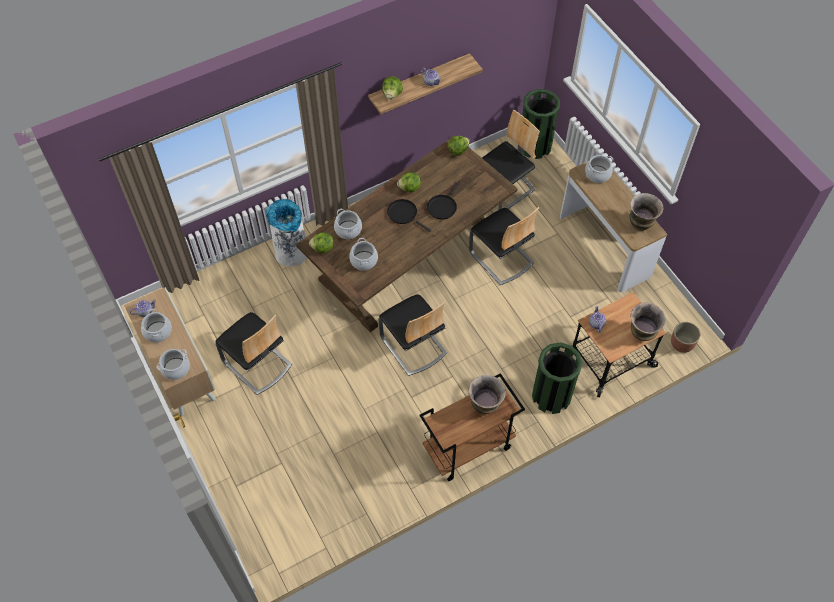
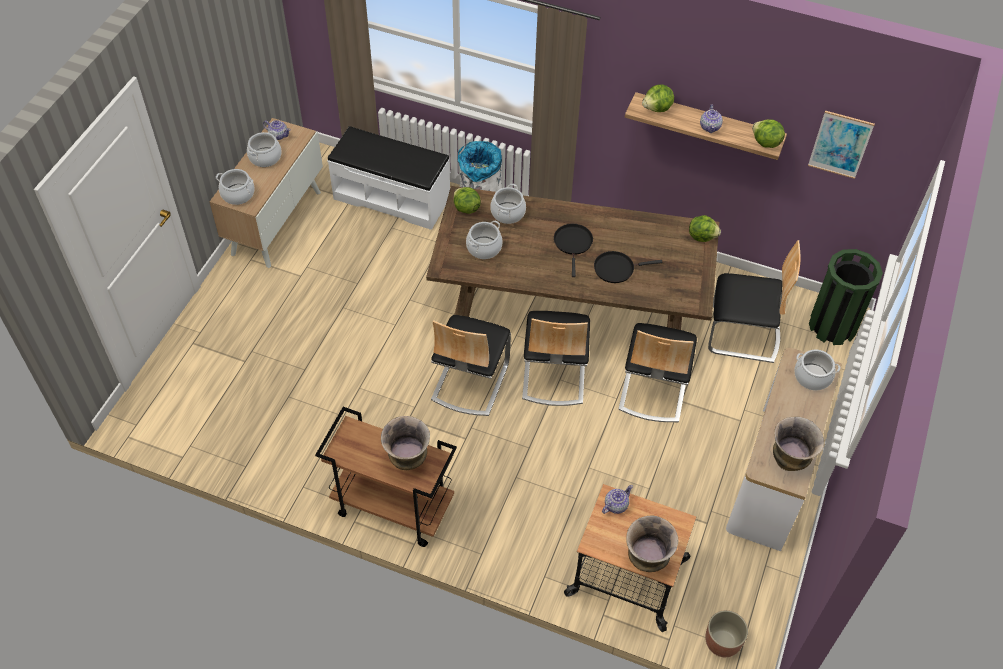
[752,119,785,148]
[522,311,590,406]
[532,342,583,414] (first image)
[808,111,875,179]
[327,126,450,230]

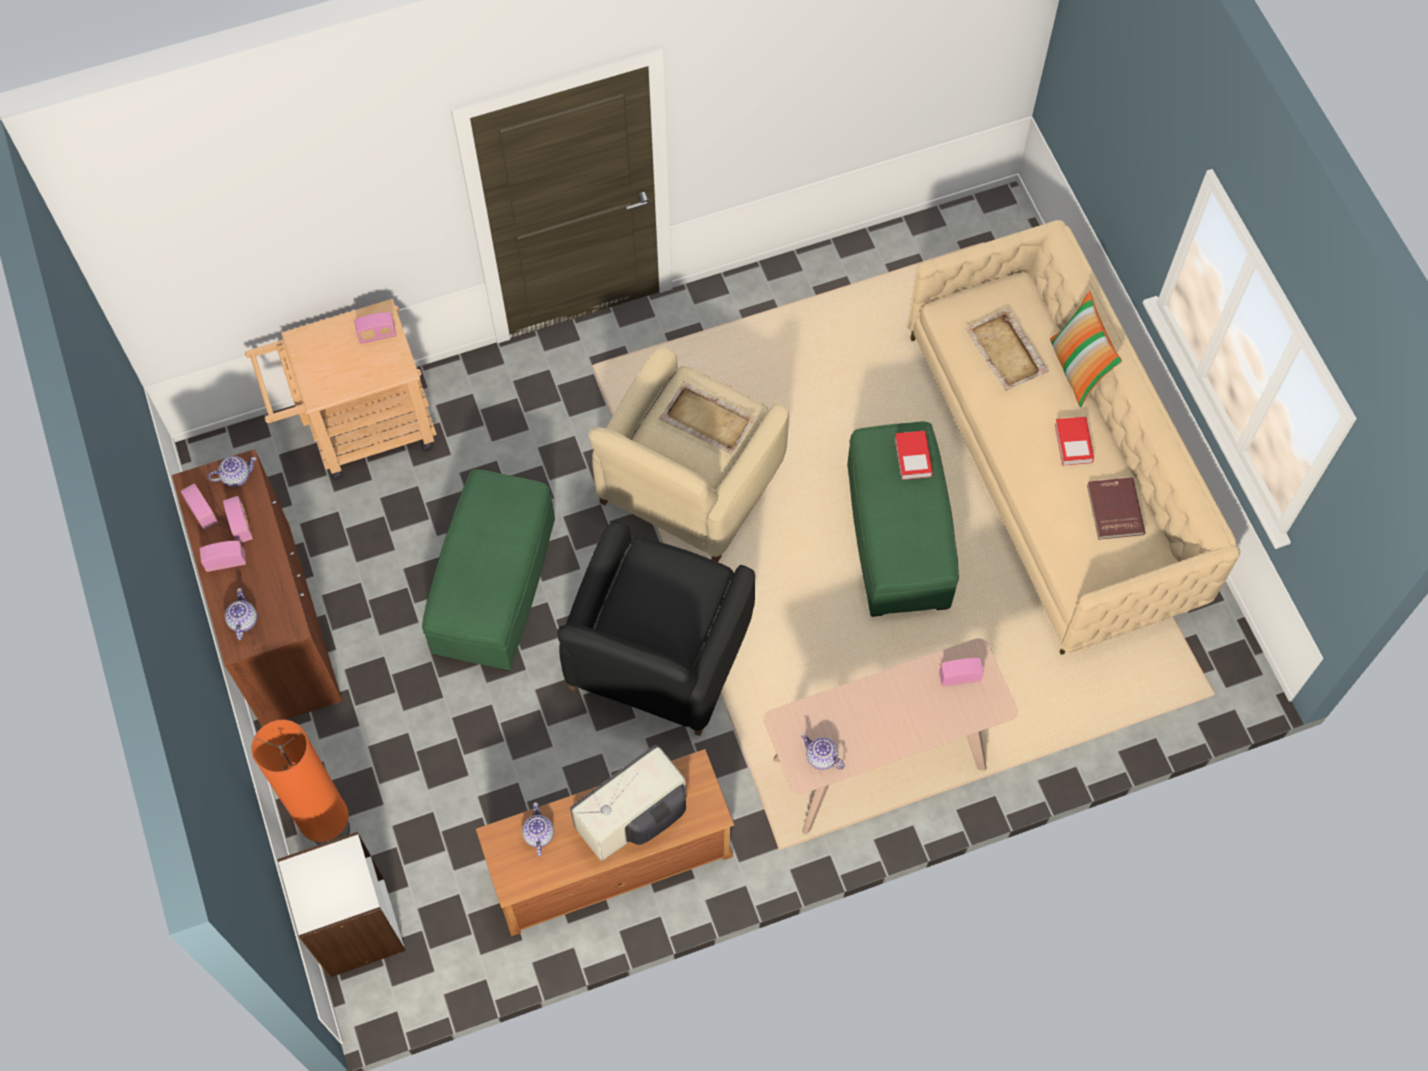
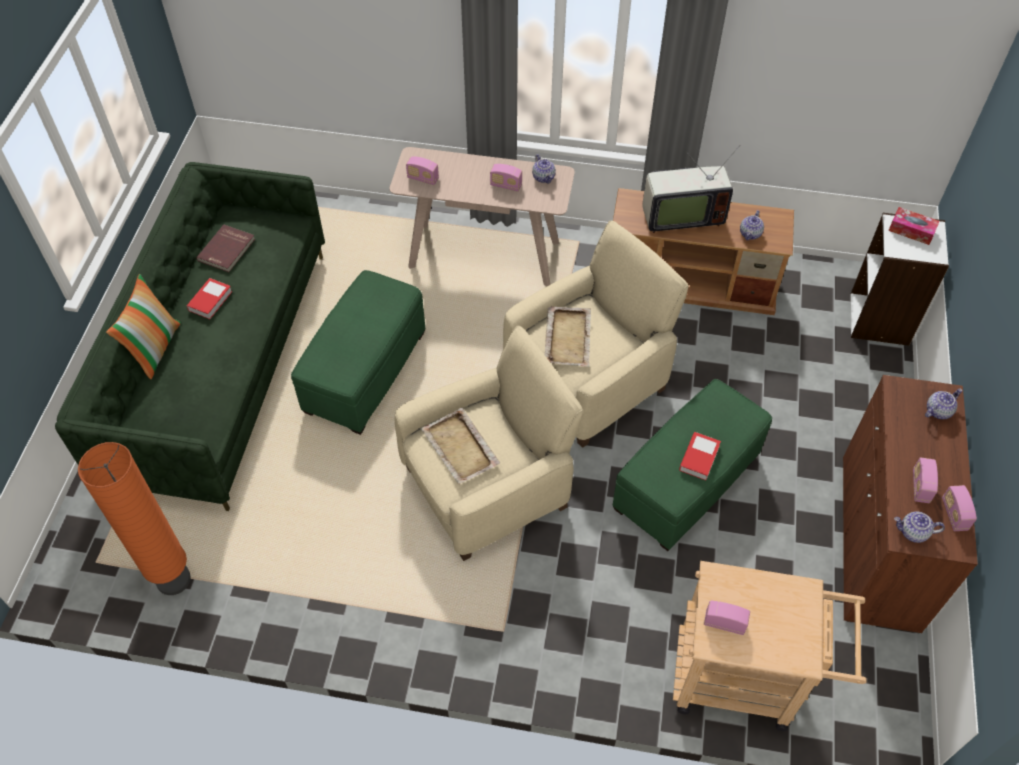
[55,162,325,511]
[545,306,591,367]
[679,432,721,480]
[503,221,689,448]
[490,164,522,192]
[925,388,962,419]
[78,442,191,595]
[888,207,939,245]

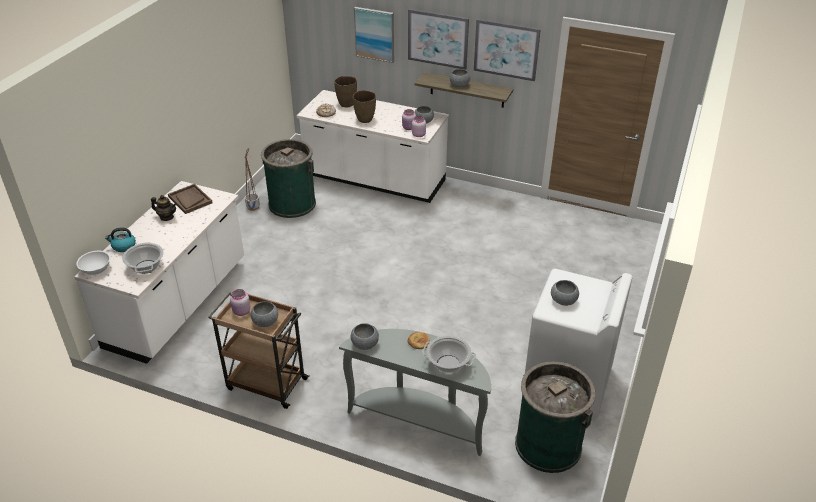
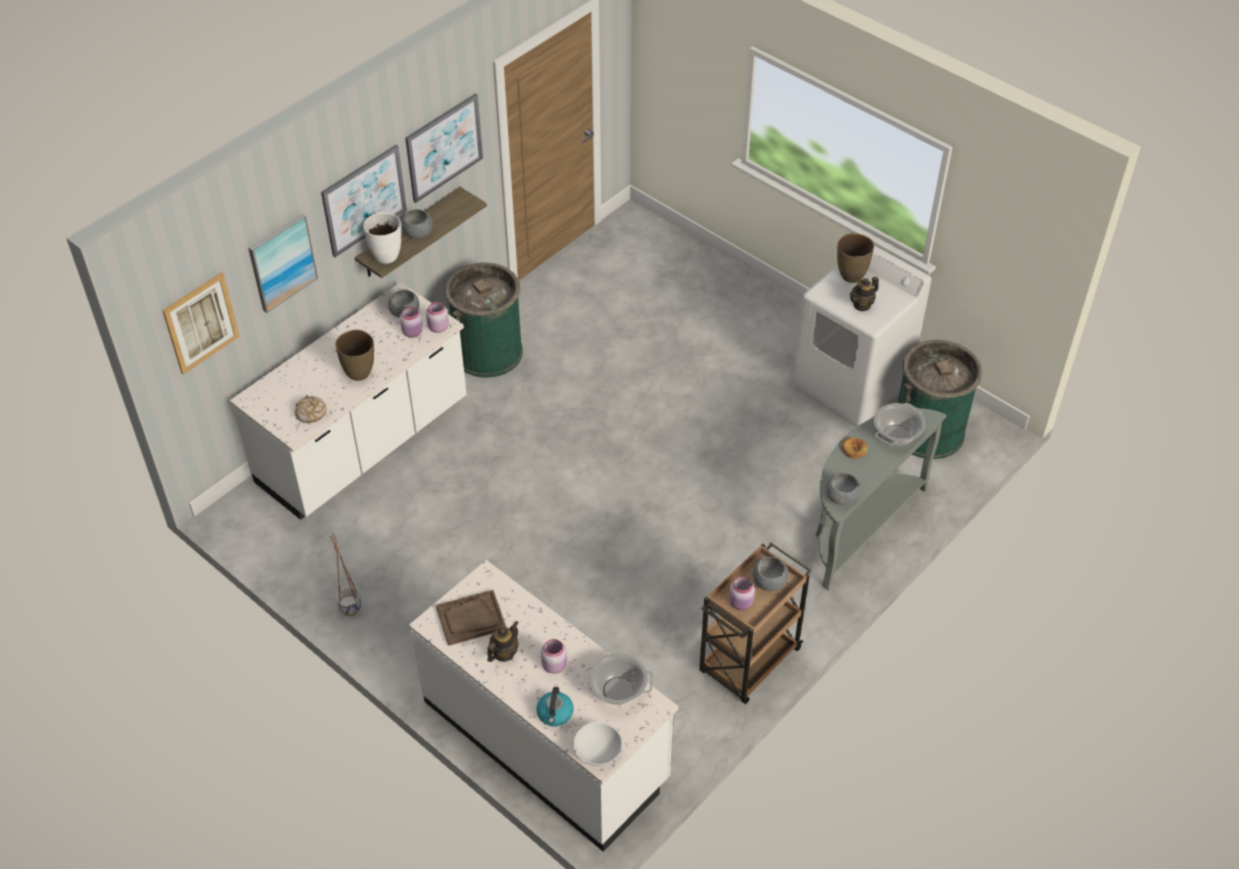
[837,233,874,283]
[445,262,523,378]
[850,277,879,312]
[363,212,401,264]
[162,272,240,374]
[541,639,567,674]

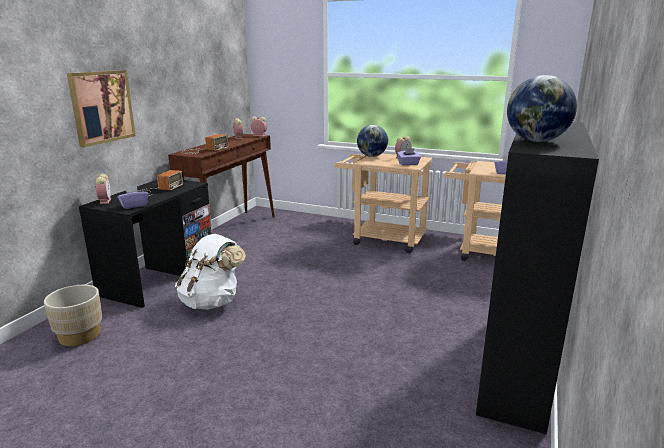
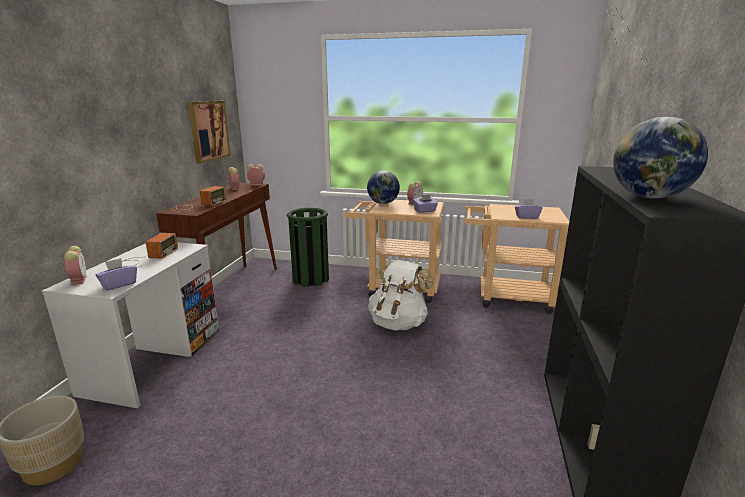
[188,101,231,164]
[42,242,219,408]
[368,260,434,330]
[287,208,329,287]

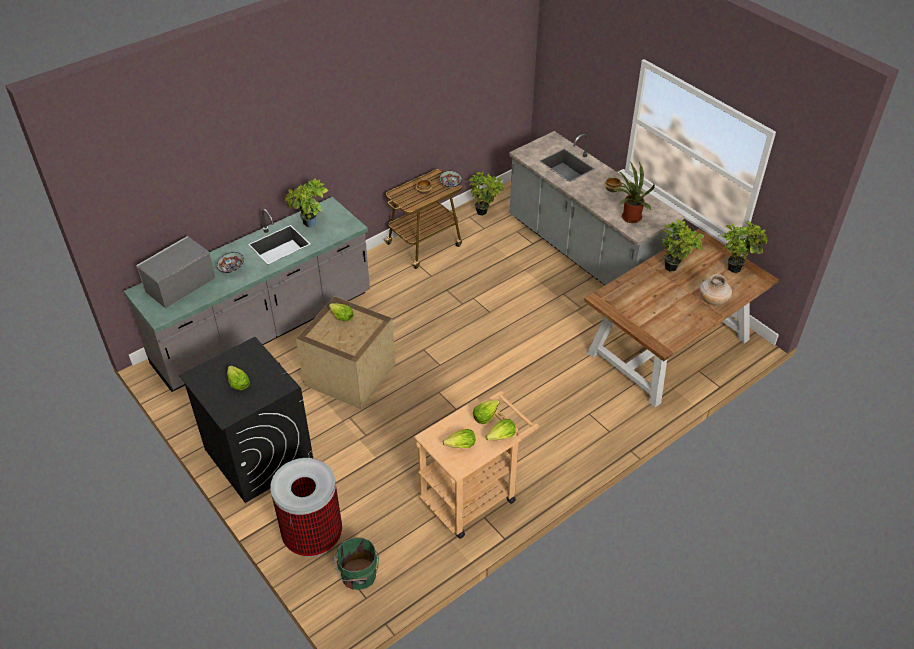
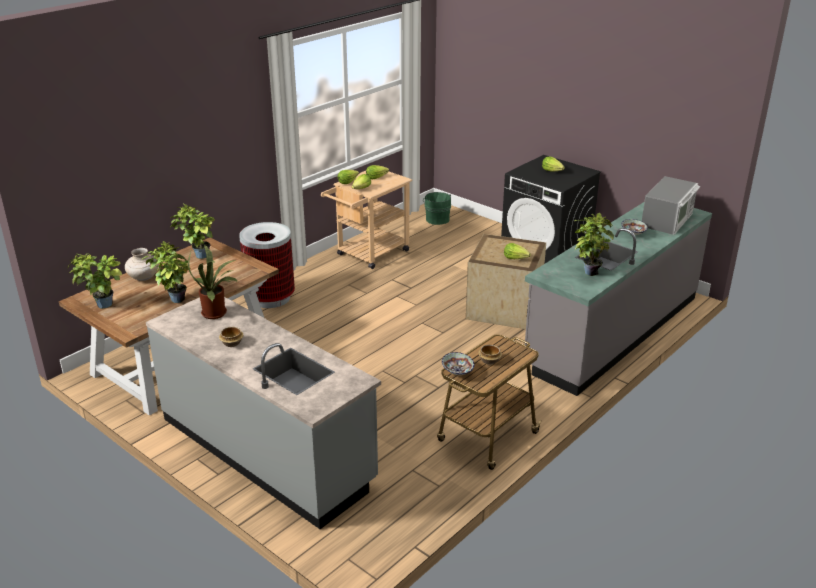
[170,204,215,259]
[239,222,295,308]

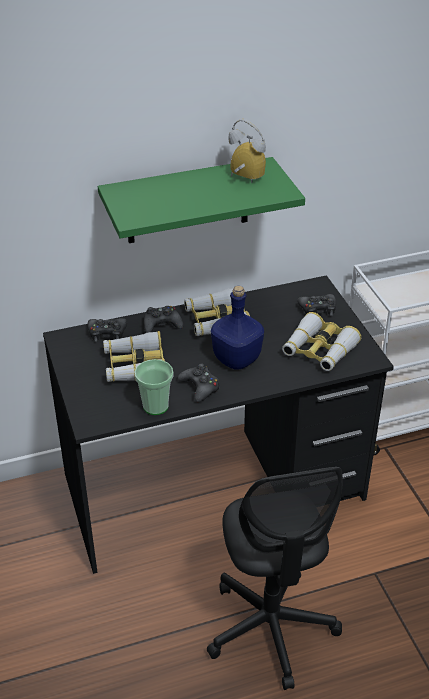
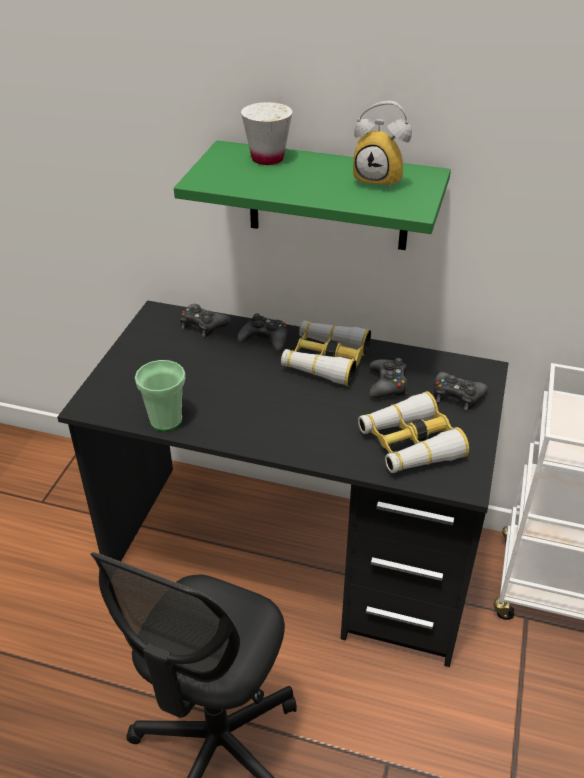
[353,101,412,190]
[211,286,264,370] (first image)
[103,331,165,382] (first image)
[369,358,407,398]
[241,102,292,165]

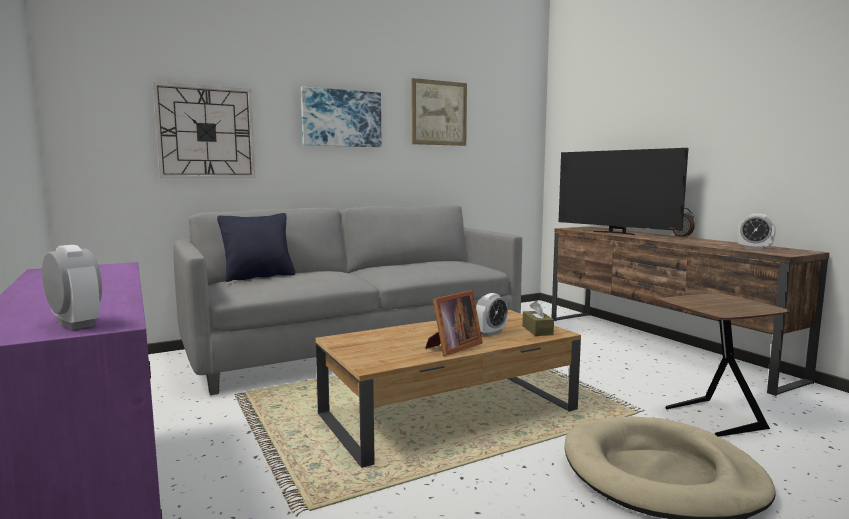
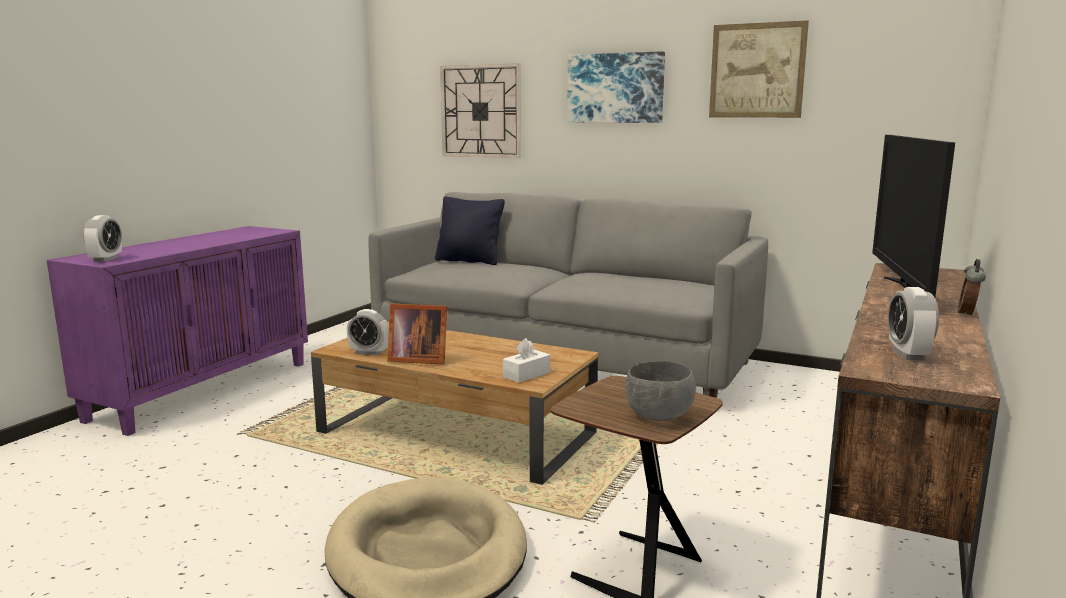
[347,309,389,356]
[503,338,550,383]
[625,361,696,421]

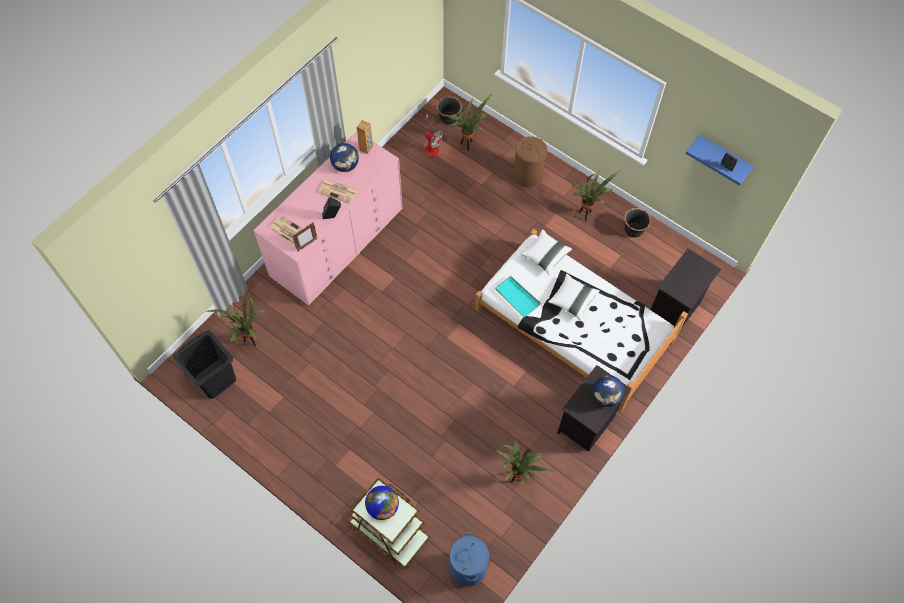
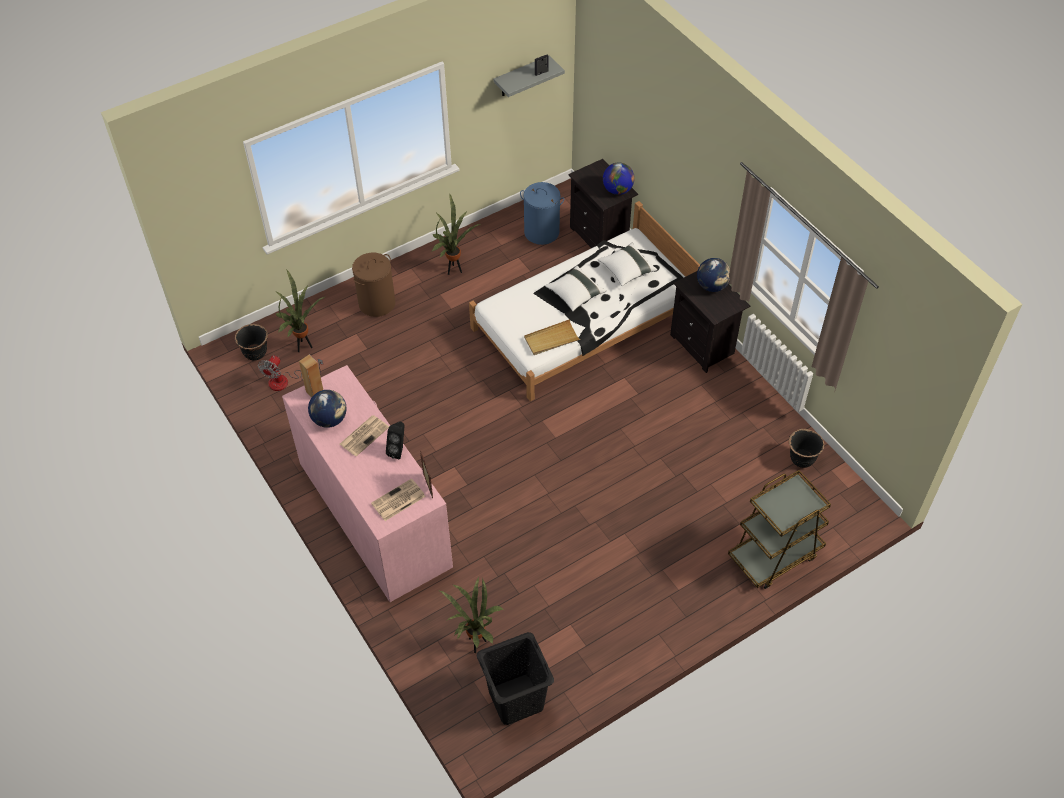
[258,355,323,391]
[493,56,565,97]
[788,429,825,468]
[598,243,657,286]
[524,319,581,355]
[495,441,553,484] (first image)
[603,162,635,195]
[520,182,564,245]

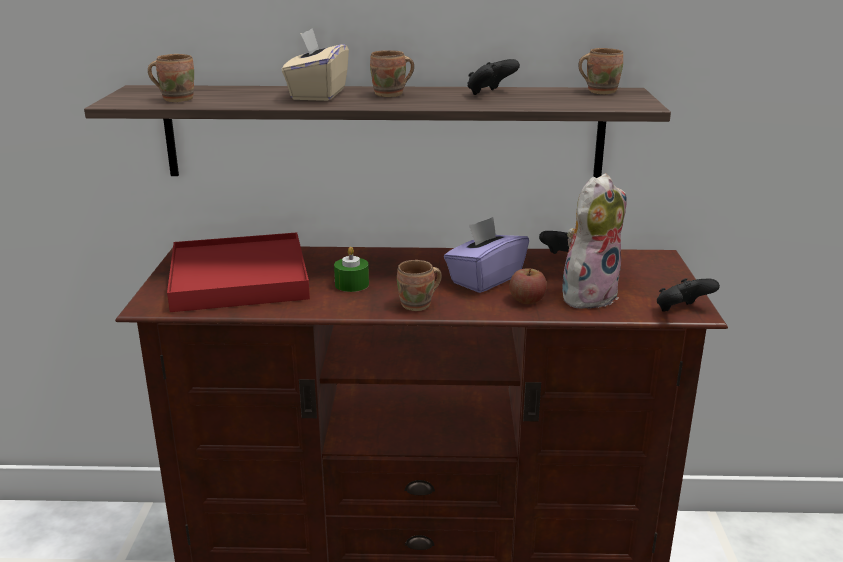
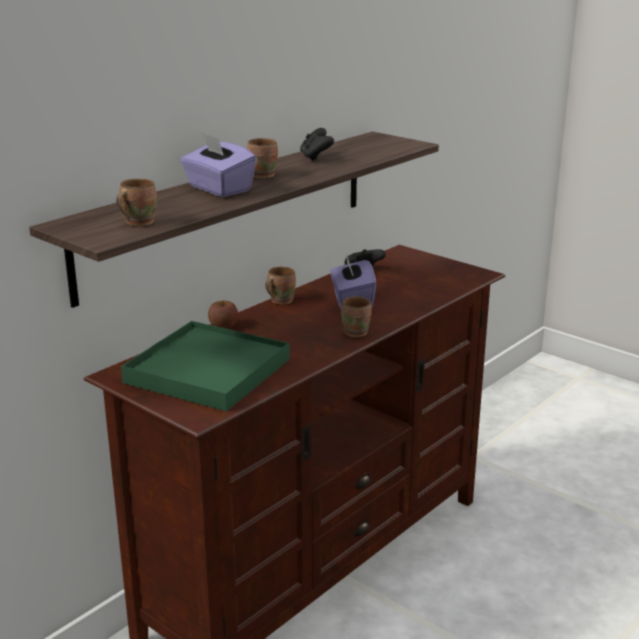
[180,133,256,197]
[265,267,296,305]
[562,173,627,309] (first image)
[121,321,290,411]
[334,247,369,292] (first image)
[208,301,238,329]
[657,278,720,312] (first image)

